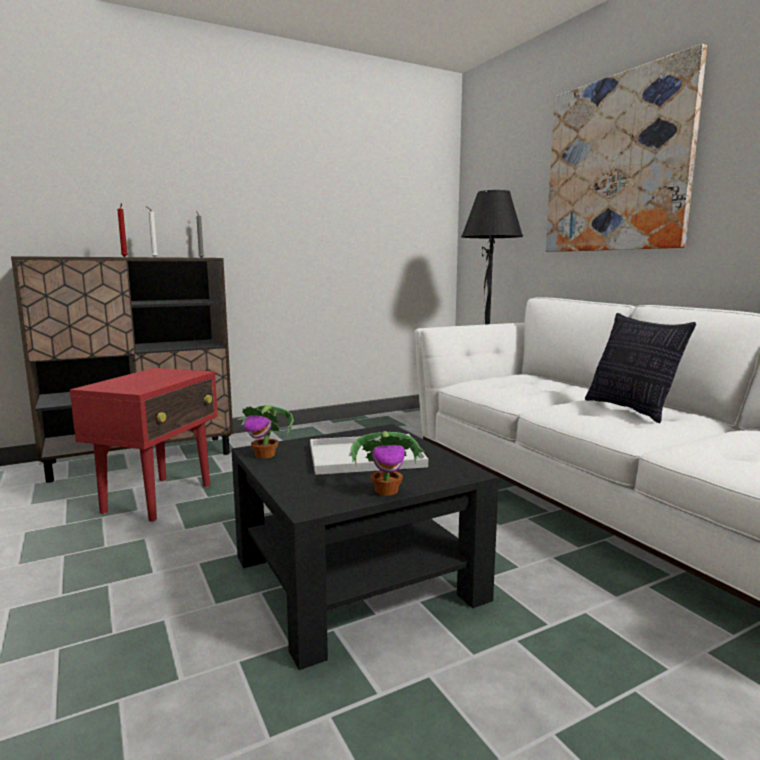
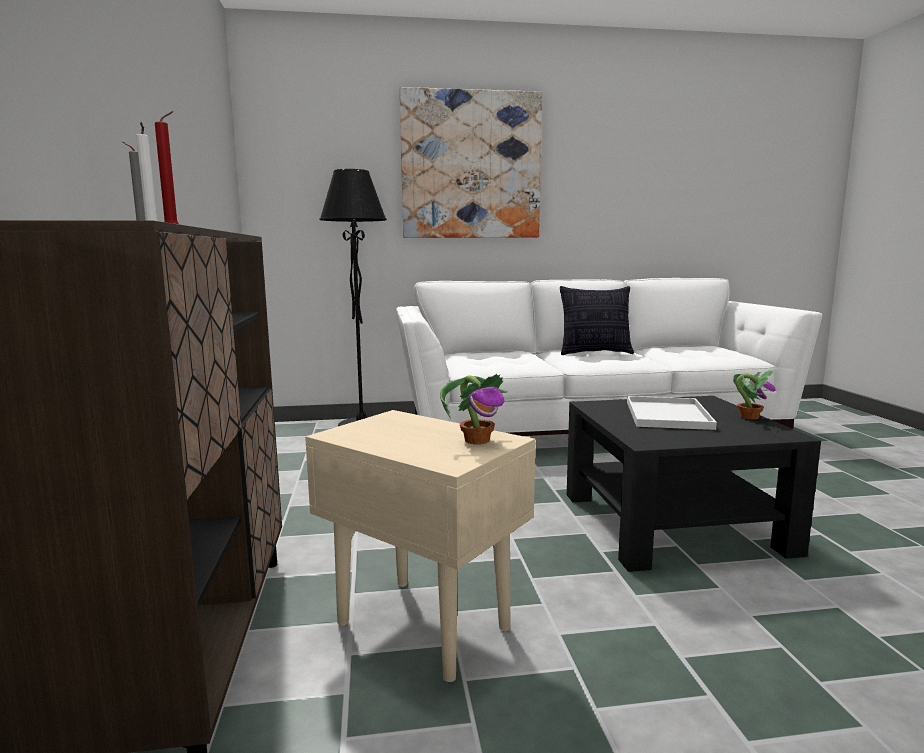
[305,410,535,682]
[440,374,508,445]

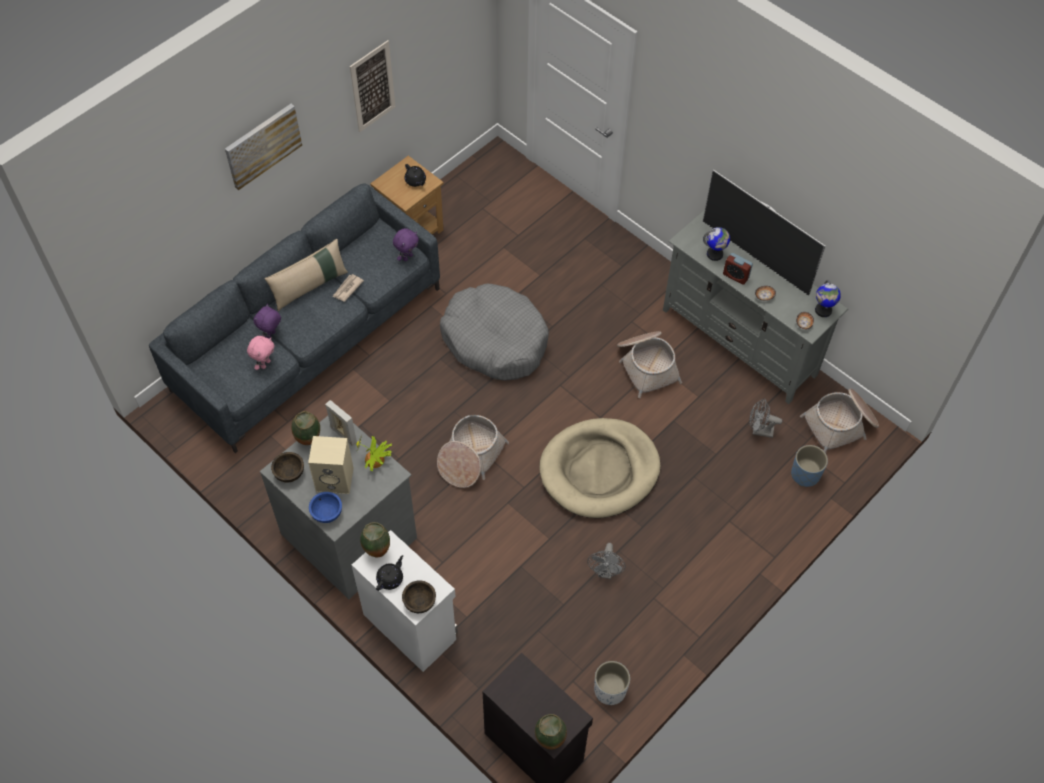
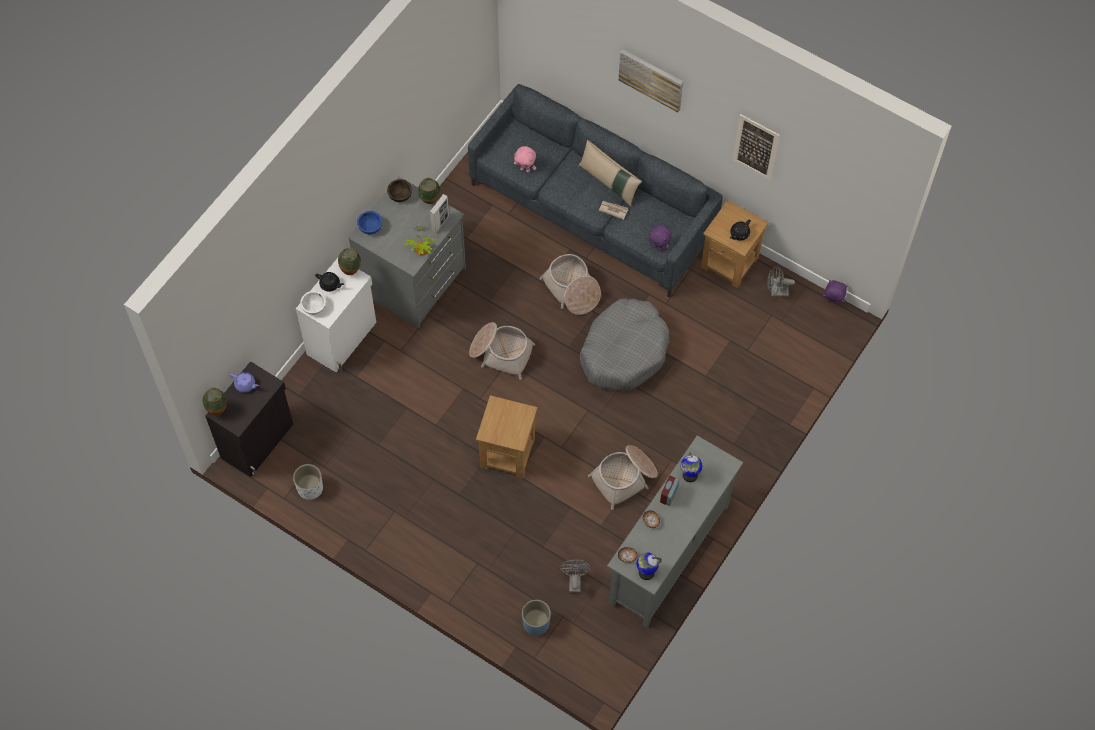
[703,170,825,296] (first image)
[822,280,847,304]
[539,254,601,315]
[476,395,538,478]
[308,436,354,494] (first image)
[767,266,795,297]
[300,291,326,315]
[230,372,259,392]

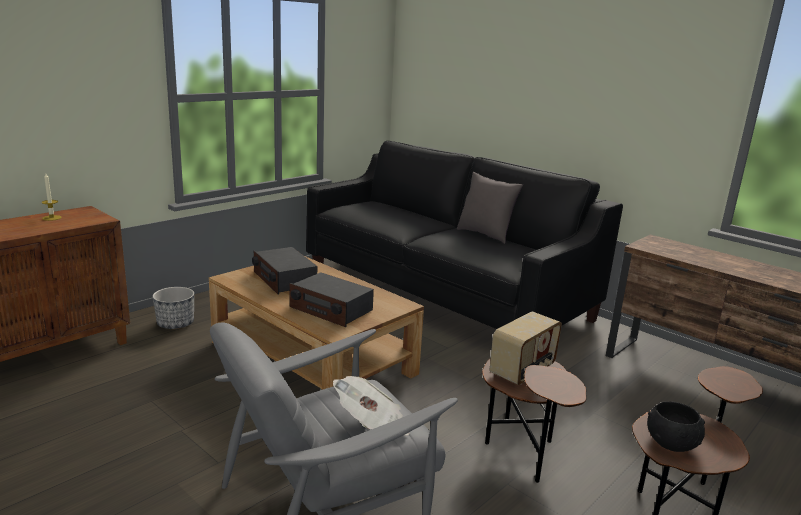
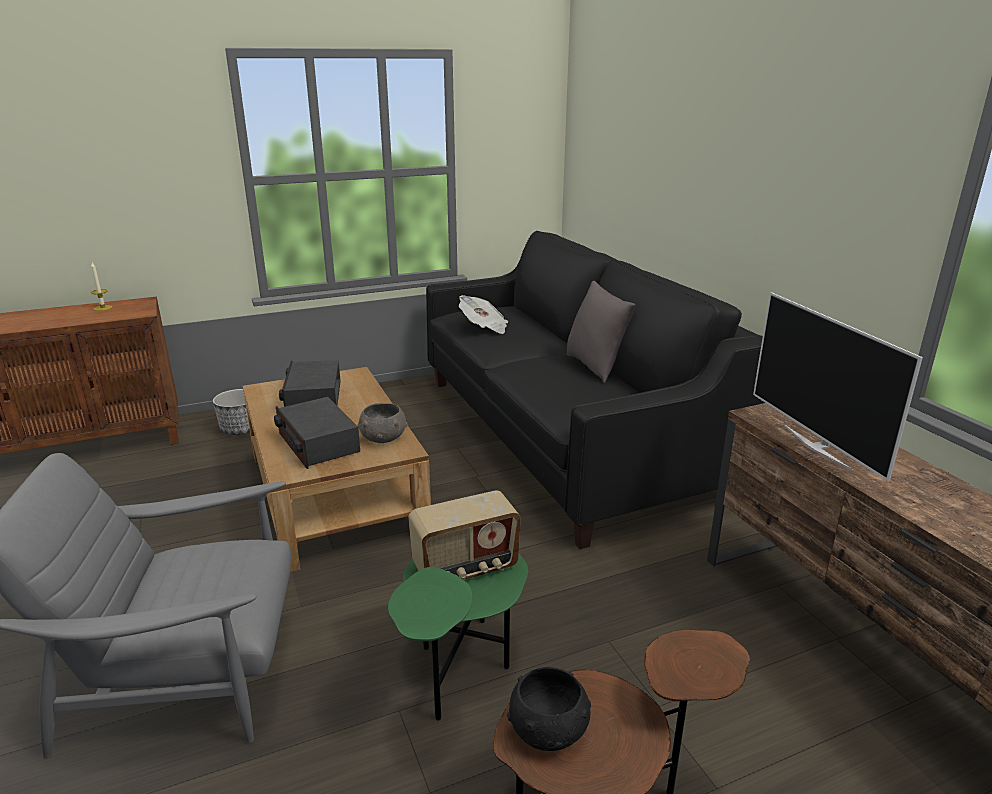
[388,554,529,721]
[459,295,508,334]
[753,292,923,482]
[357,403,407,443]

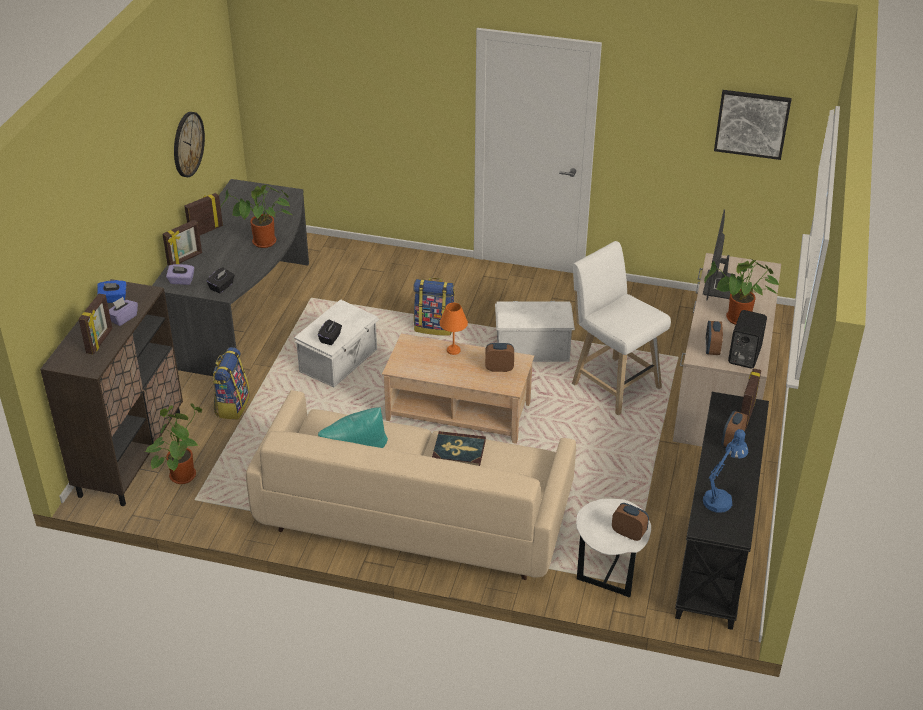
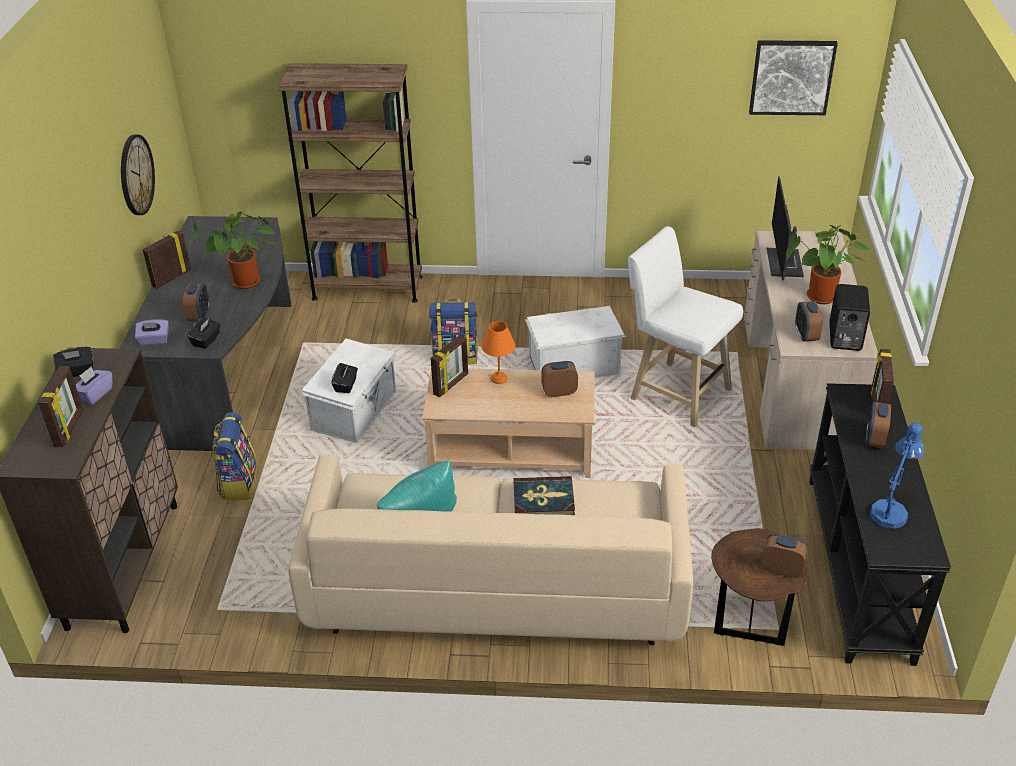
[431,335,468,397]
[53,347,93,377]
[145,403,202,484] (first image)
[711,528,807,646]
[278,63,422,303]
[183,283,210,322]

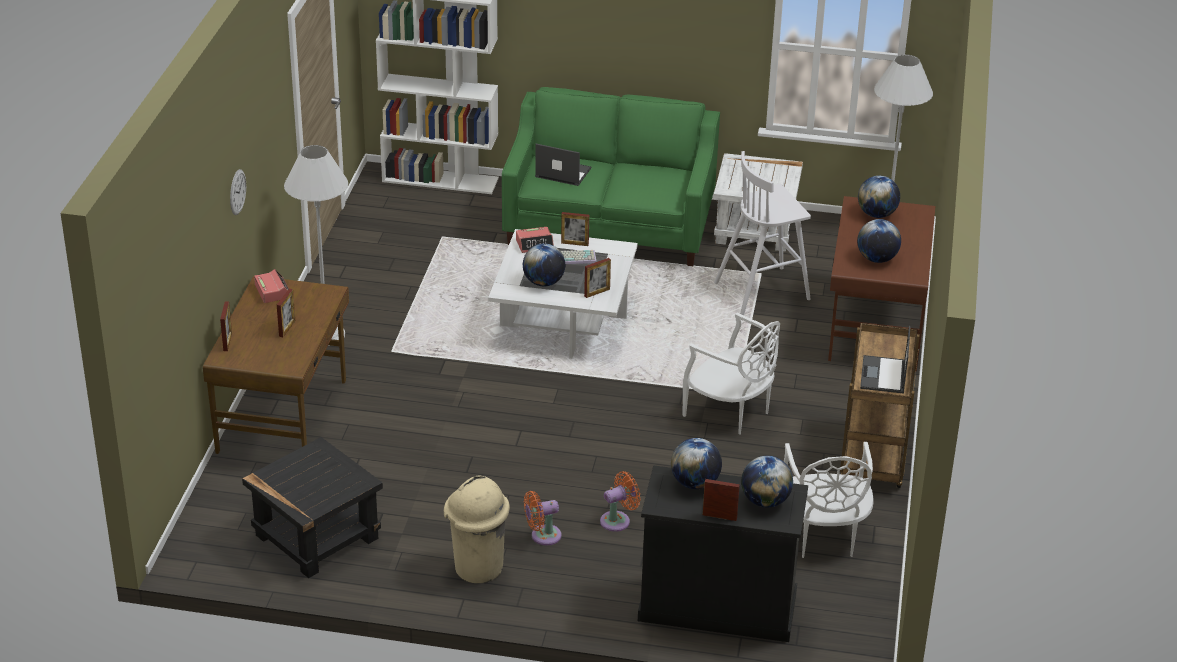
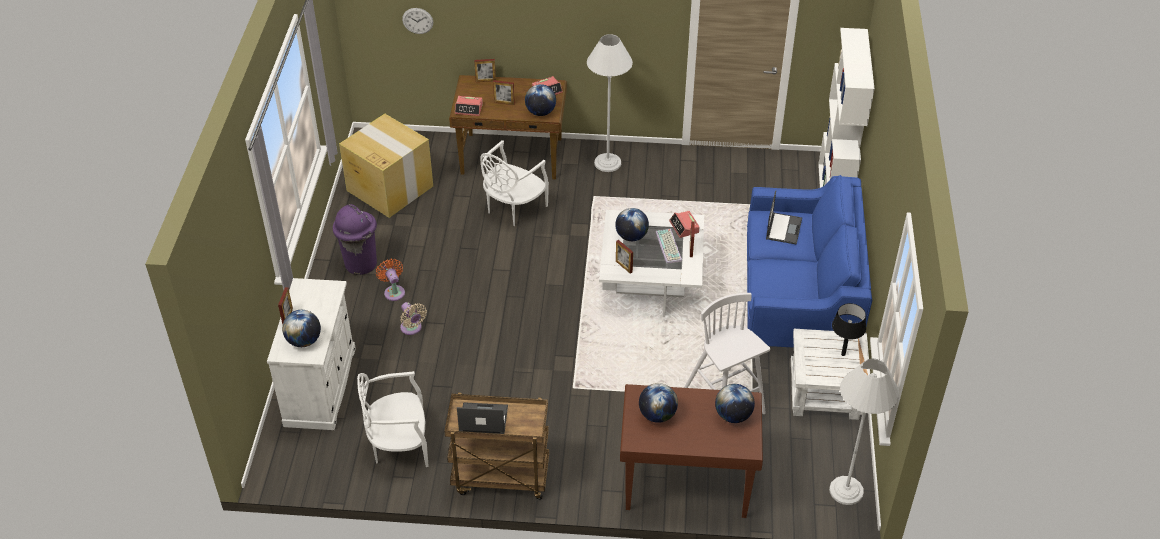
[747,175,872,348]
[402,8,433,34]
[480,140,549,226]
[339,114,433,218]
[525,84,556,116]
[267,278,356,430]
[400,302,427,335]
[333,204,377,275]
[455,96,483,116]
[832,303,866,356]

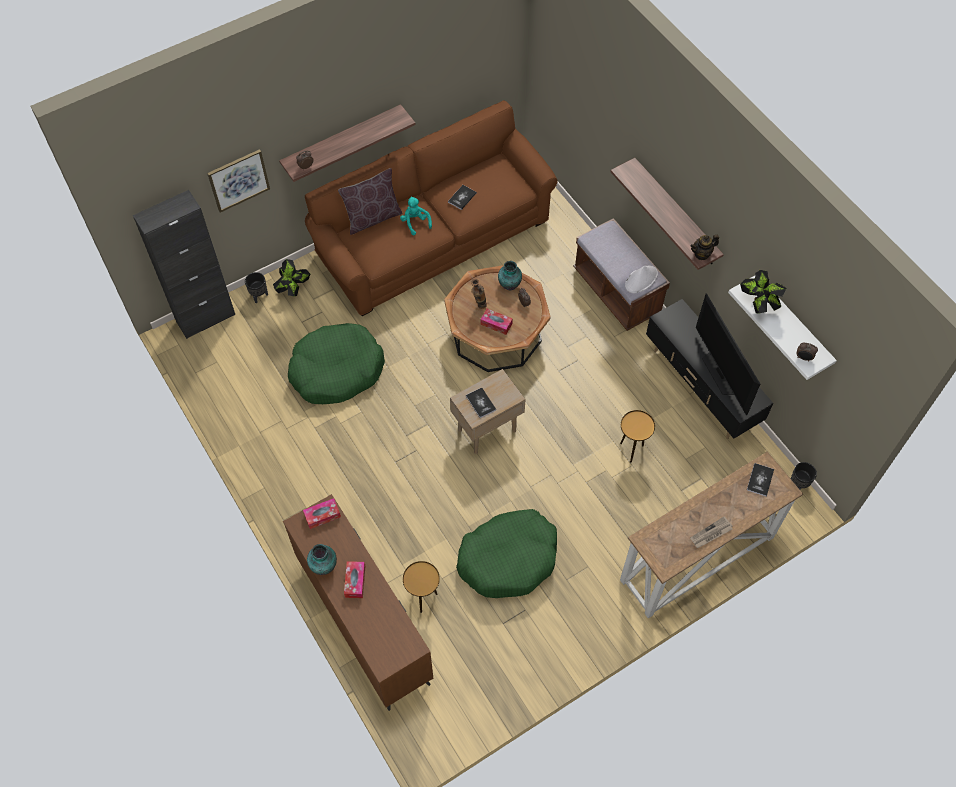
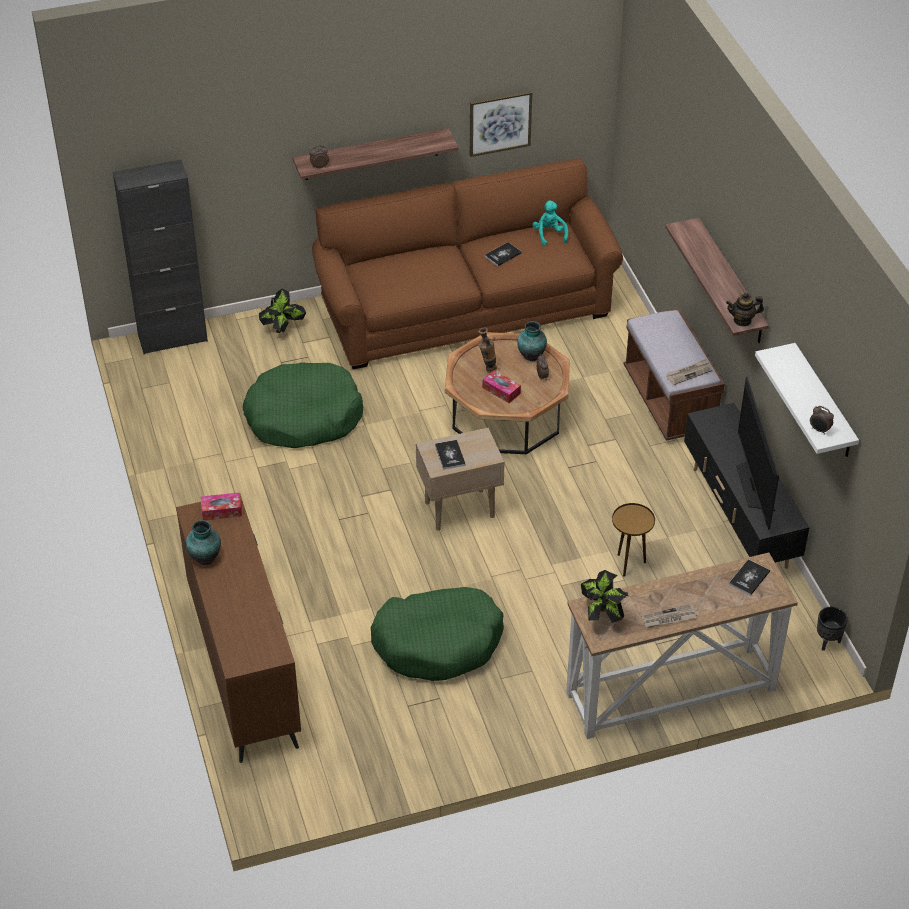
[470,91,532,157]
[338,168,403,235] (first image)
[532,201,568,246]
[666,359,712,385]
[581,570,629,623]
[245,272,268,303] (first image)
[344,561,365,598] (first image)
[403,561,440,613] (first image)

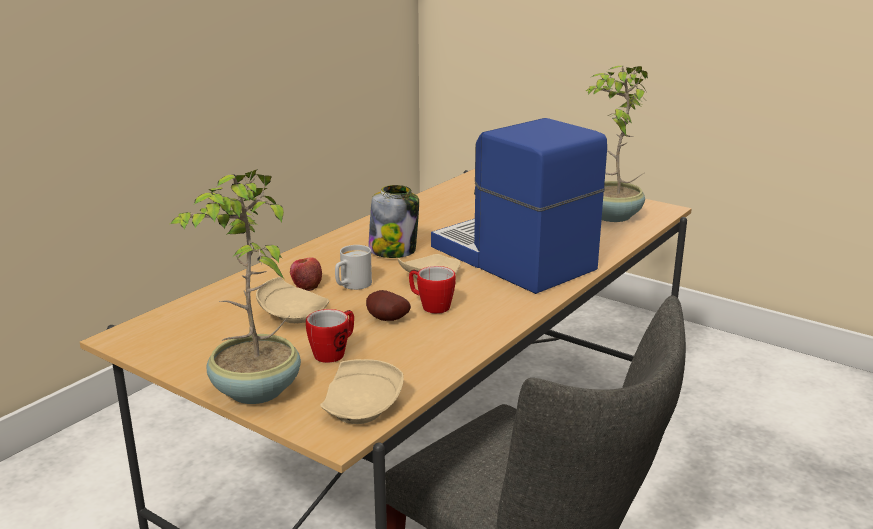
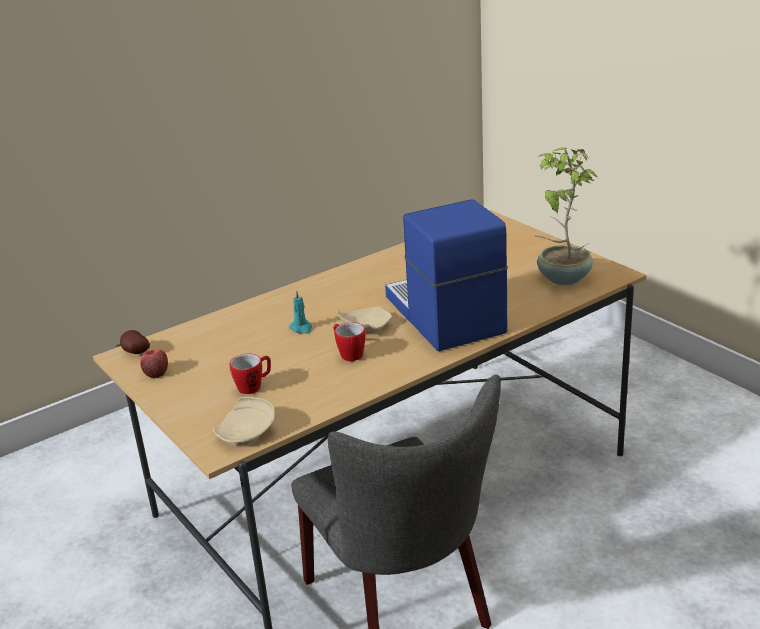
[170,169,301,404] (first image)
[368,185,419,258] (first image)
[289,290,312,334]
[140,349,168,379]
[256,277,329,323] (first image)
[120,330,150,354]

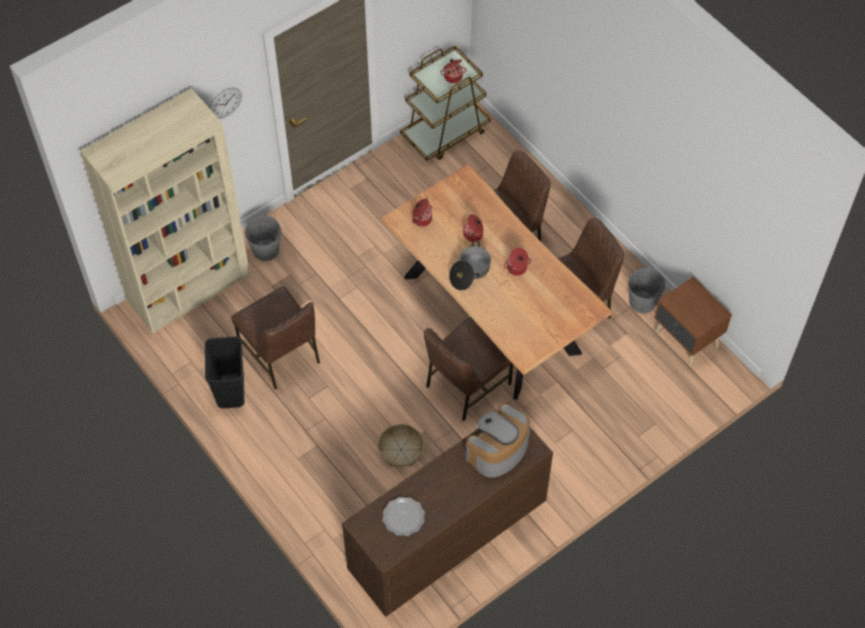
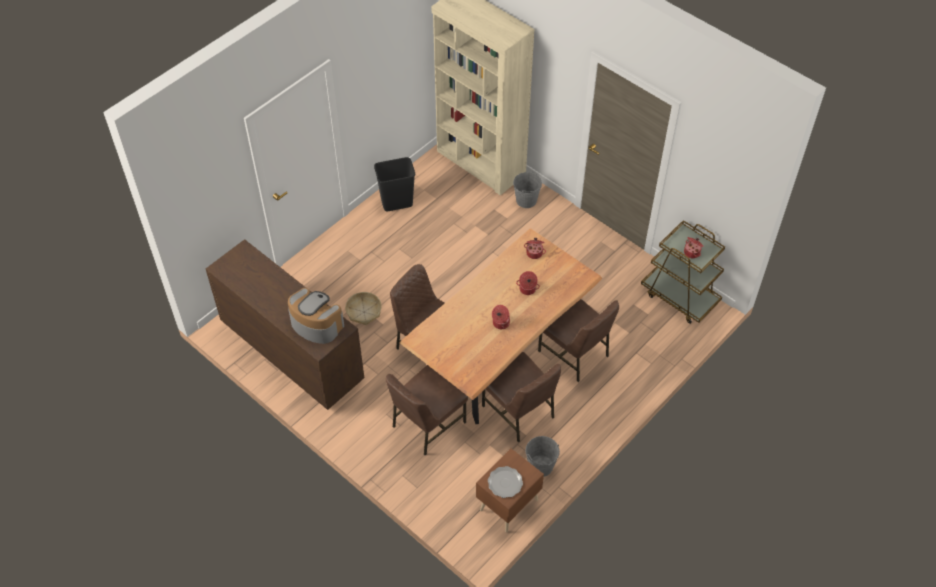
[209,88,242,119] (first image)
[449,241,491,290] (first image)
[386,365,468,455]
[488,466,523,498]

